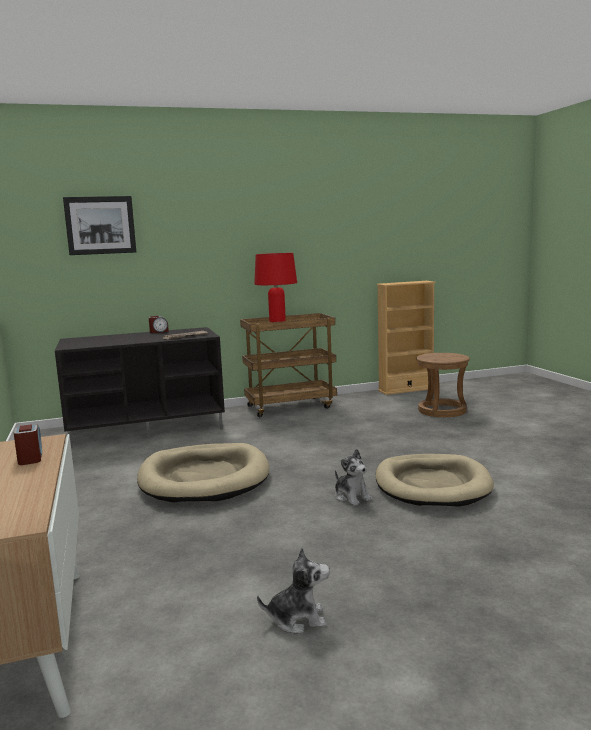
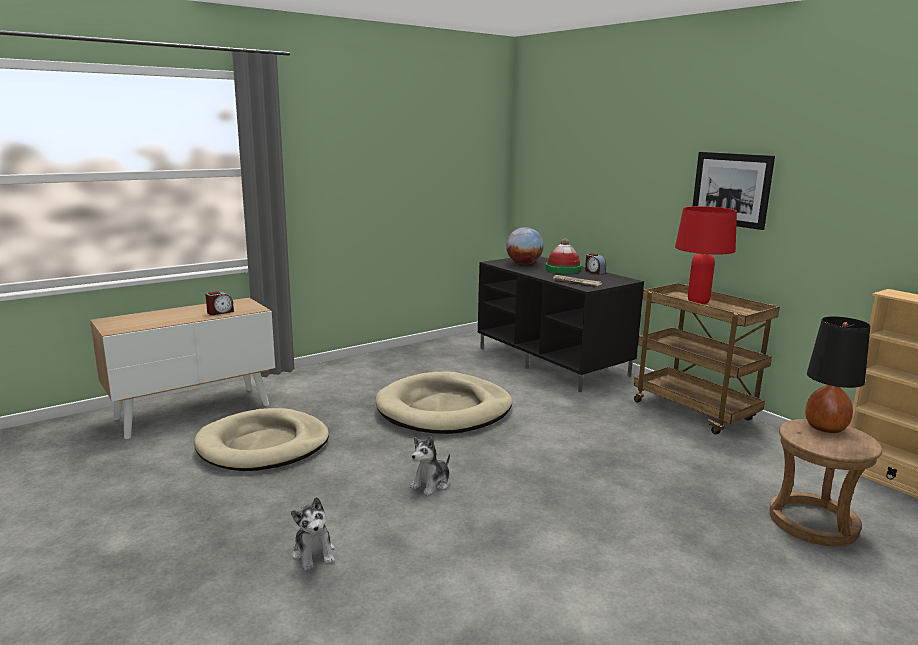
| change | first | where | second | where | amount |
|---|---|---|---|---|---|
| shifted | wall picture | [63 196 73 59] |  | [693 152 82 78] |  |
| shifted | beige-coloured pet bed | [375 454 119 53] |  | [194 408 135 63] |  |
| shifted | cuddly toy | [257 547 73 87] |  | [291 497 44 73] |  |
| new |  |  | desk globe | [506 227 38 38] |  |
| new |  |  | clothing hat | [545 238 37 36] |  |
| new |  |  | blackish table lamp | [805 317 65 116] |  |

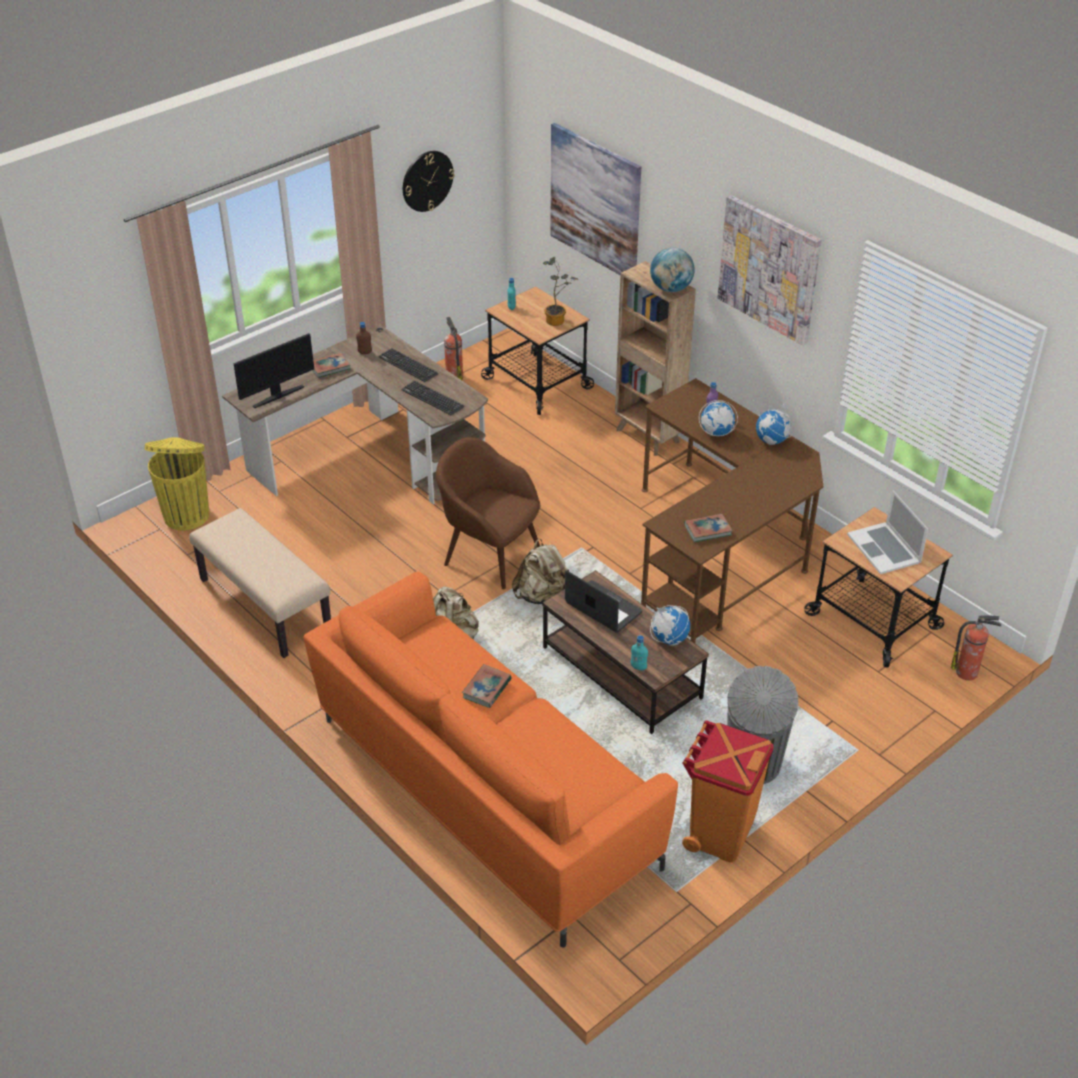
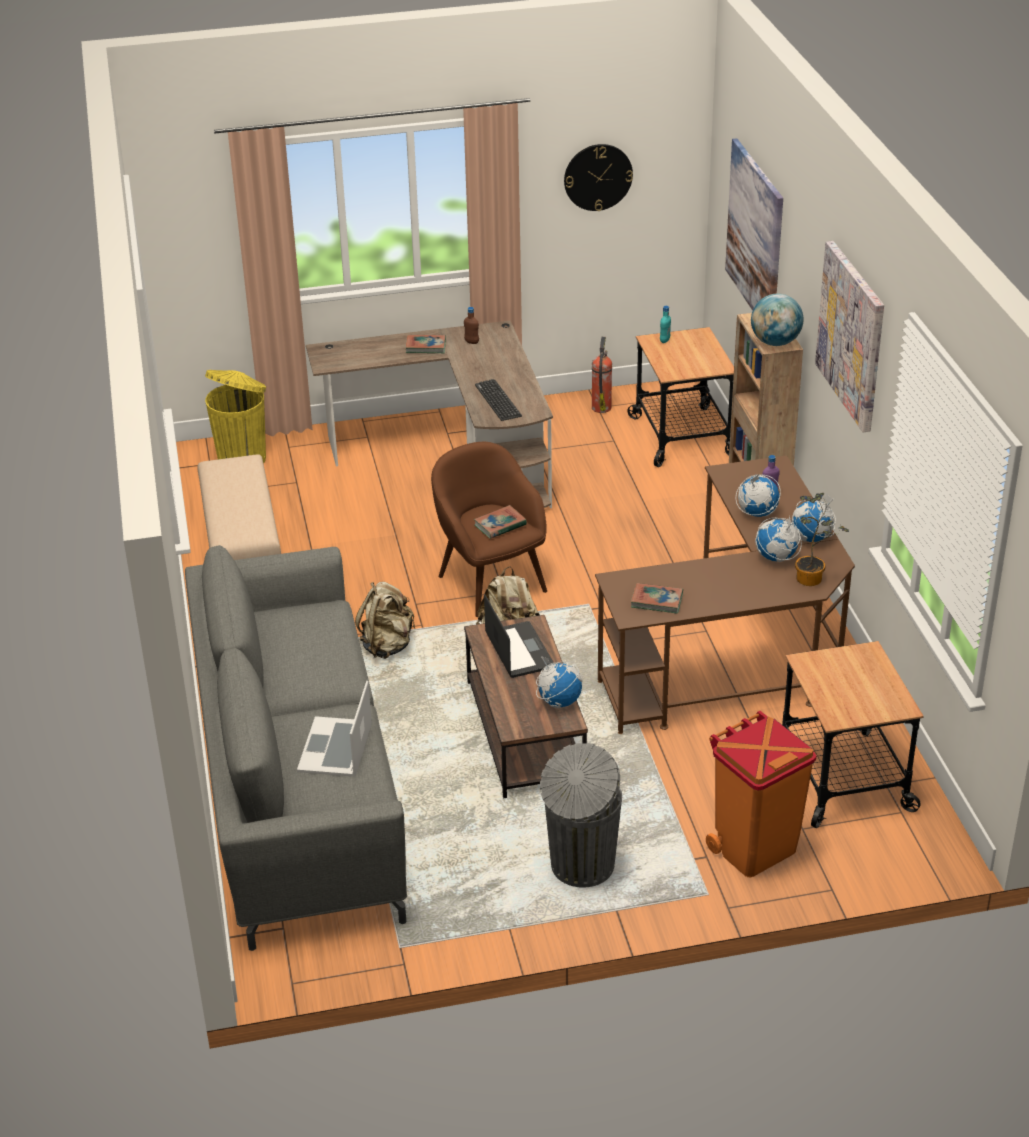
| change | first | where | second | where | amount |
|---|---|---|---|---|---|
| shifted | plant in a pot | [543 257 35 69] |  | [795 493 54 93] |  |
| gone | computer screen | [234 333 80 75] |  |  |  |
| gone | computer keyboard | [379 348 59 34] |  |  |  |
| shifted | notebook computer | [847 490 81 84] |  | [297 681 75 96] |  |
| repainted | orange couch | [304 571 374 377] | grey couch | [185 545 222 406] |  |
| gone | fire-fighting cylinder | [951 616 50 64] |  |  |  |
| gone | turquoise beverage bottle | [631 635 17 36] |  |  |  |
| shifted | bound book | [462 664 50 44] |  | [474 505 53 34] |  |
| shifted | orange trash can | [682 720 91 143] |  | [706 711 110 166] |  |
| new |  |  | desk globe | [755 515 47 47] |  |

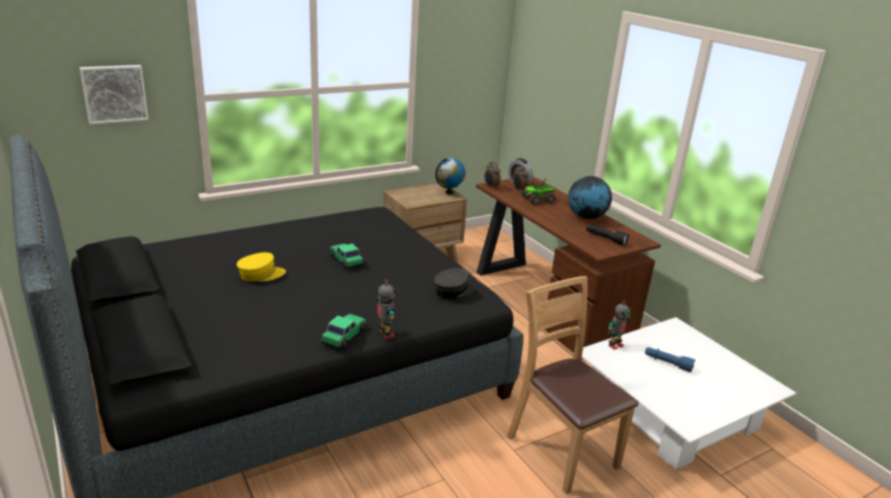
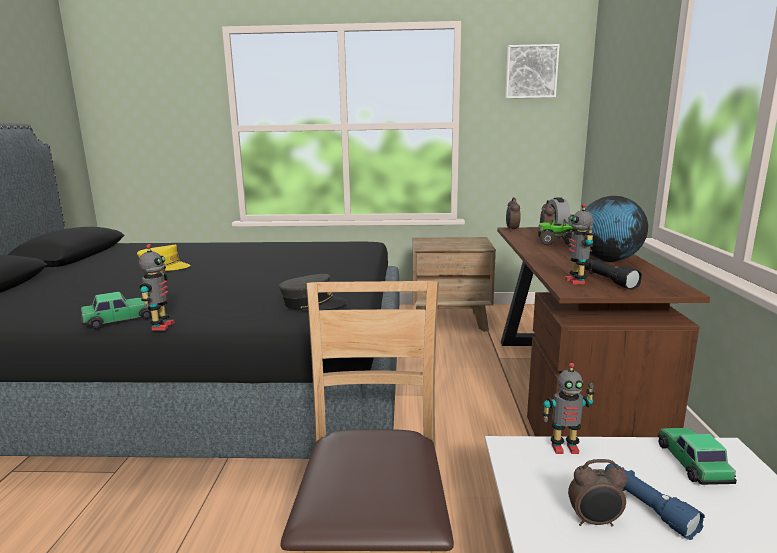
| change | first | where | second | where | amount |
|---|---|---|---|---|---|
| shifted | wall picture | [79 65 70 59] |  | [505 44 55 55] |  |
| gone | desk globe | [435 158 30 37] |  |  |  |
| shifted | model car | [329 244 35 25] |  | [658 428 79 57] |  |
| new |  |  | toy robot | [565 203 30 82] |  |
| new |  |  | bedside clock | [568 459 59 67] |  |

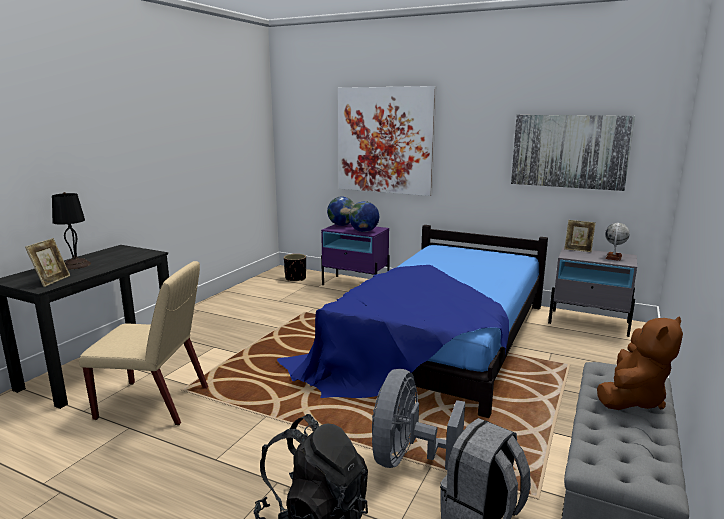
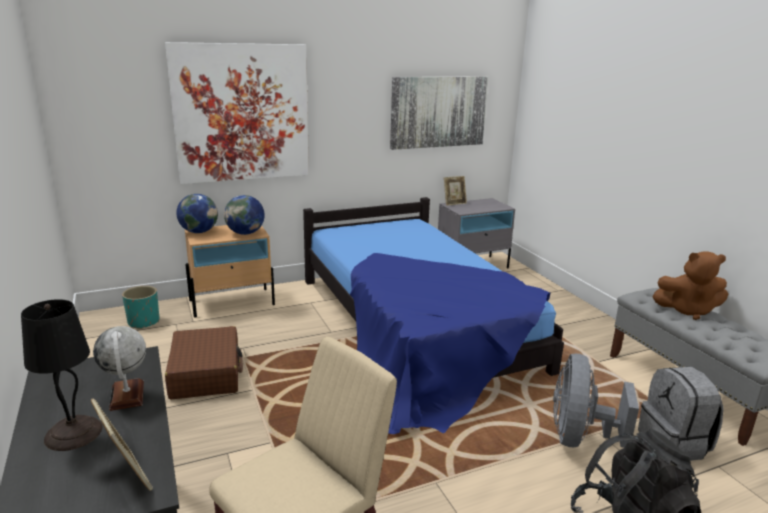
| change | first | where | second | where | amount |
|---|---|---|---|---|---|
| shifted | desk globe | [605 223 25 38] |  | [93 326 53 85] |  |
| repainted | purple night table | [321 224 69 61] | beige-coloured night table | [185 225 90 93] |  |
| repainted | blackish plant pot | [284 254 22 27] | turquoise plant pot | [122 286 37 43] |  |
| rotated | brown cuddly toy | [597 316 86 94] |  | [652 251 76 69] | 105 degrees clockwise |
| rotated | grey cooling fan | [372 369 93 101] |  | [553 354 86 94] | 45 degrees clockwise |
| new |  |  | brown piece of luggage | [165 326 78 73] |  |

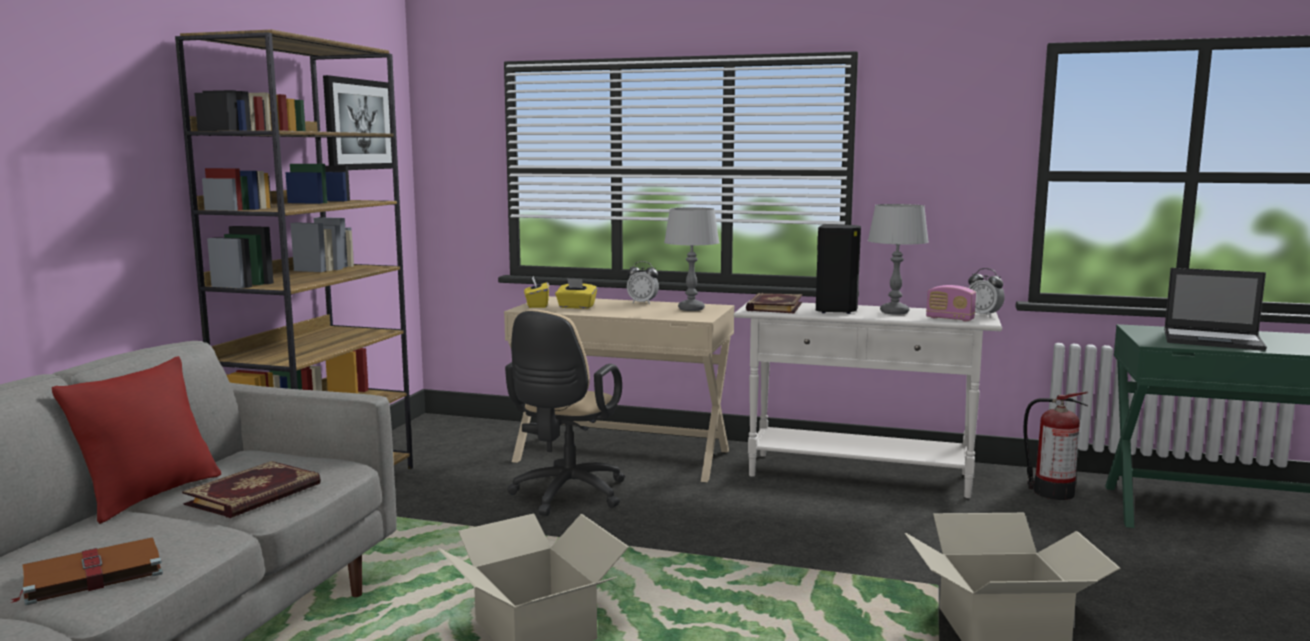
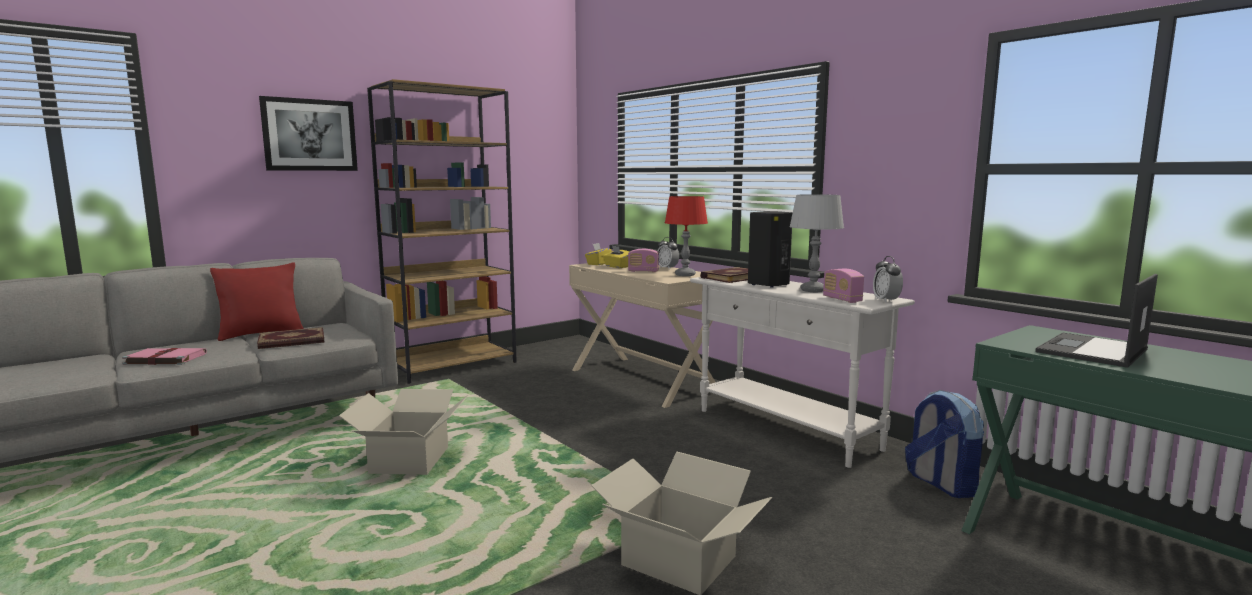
| change | first | where | second | where | amount |
|---|---|---|---|---|---|
| shifted | wall picture | [323 75 70 95] |  | [259 96 99 75] |  |
| repainted | grey table lamp | [664 207 56 104] | red table lamp | [665 196 43 80] |  |
| rotated | notebook computer | [1164 268 103 83] |  | [1036 274 122 94] | 75 degrees clockwise |
| gone | beige-coloured desk chair | [505 310 120 206] |  |  |  |
| swapped | fire-fighting cylinder | [1023 392 65 108] | backpack | [905 390 79 108] |  |
| repainted | brown bound book | [10 537 153 69] | pink-coloured bound book | [122 348 85 17] |  |
| new |  |  | radio | [628 249 31 23] |  |

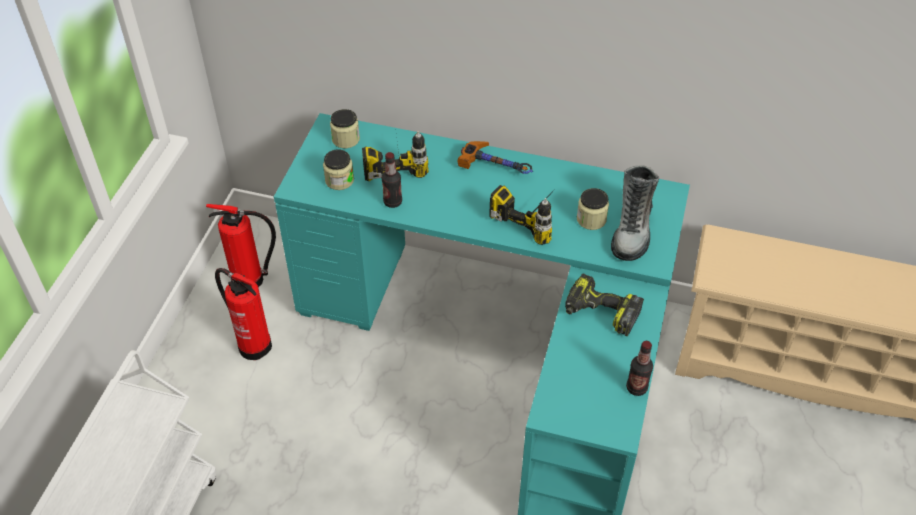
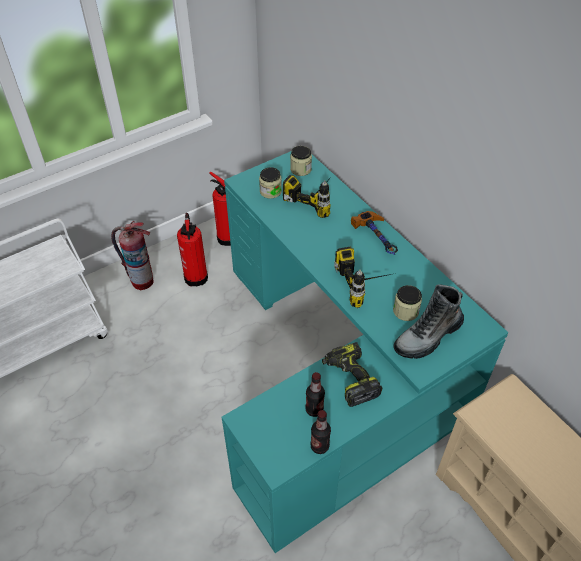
| change | first | where | second | where | amount |
|---|---|---|---|---|---|
| shifted | beverage bottle | [381 152 21 56] |  | [305 372 20 45] |  |
| new |  |  | fire-fighting cylinder | [111 221 43 69] |  |

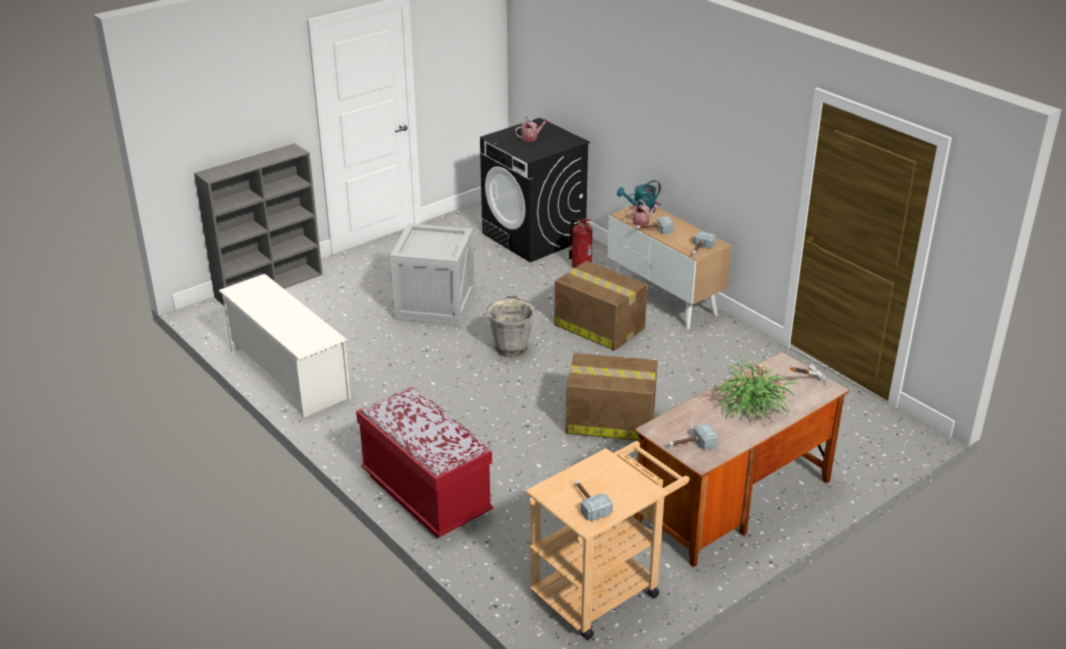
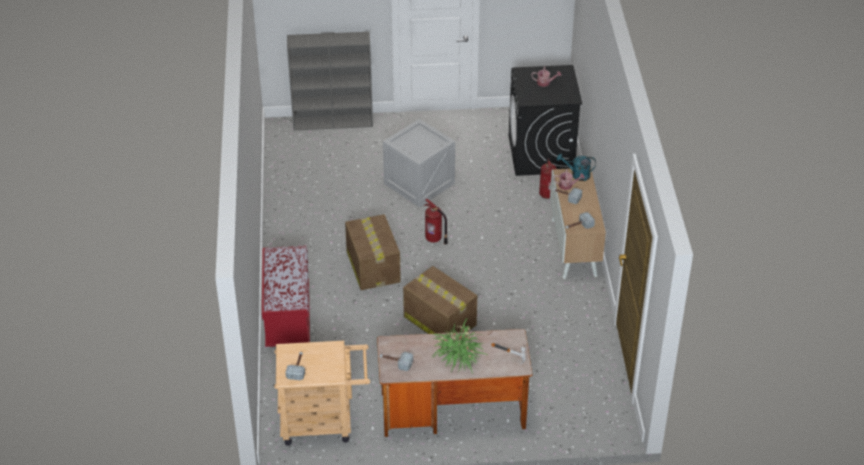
| change | first | where | second | where | amount |
|---|---|---|---|---|---|
| shifted | cardboard box | [554 261 93 90] |  | [345 214 56 76] |  |
| gone | white shoe stand | [218 274 133 144] |  |  |  |
| swapped | grey pail | [486 296 51 61] | fire-fighting cylinder | [424 199 24 46] |  |

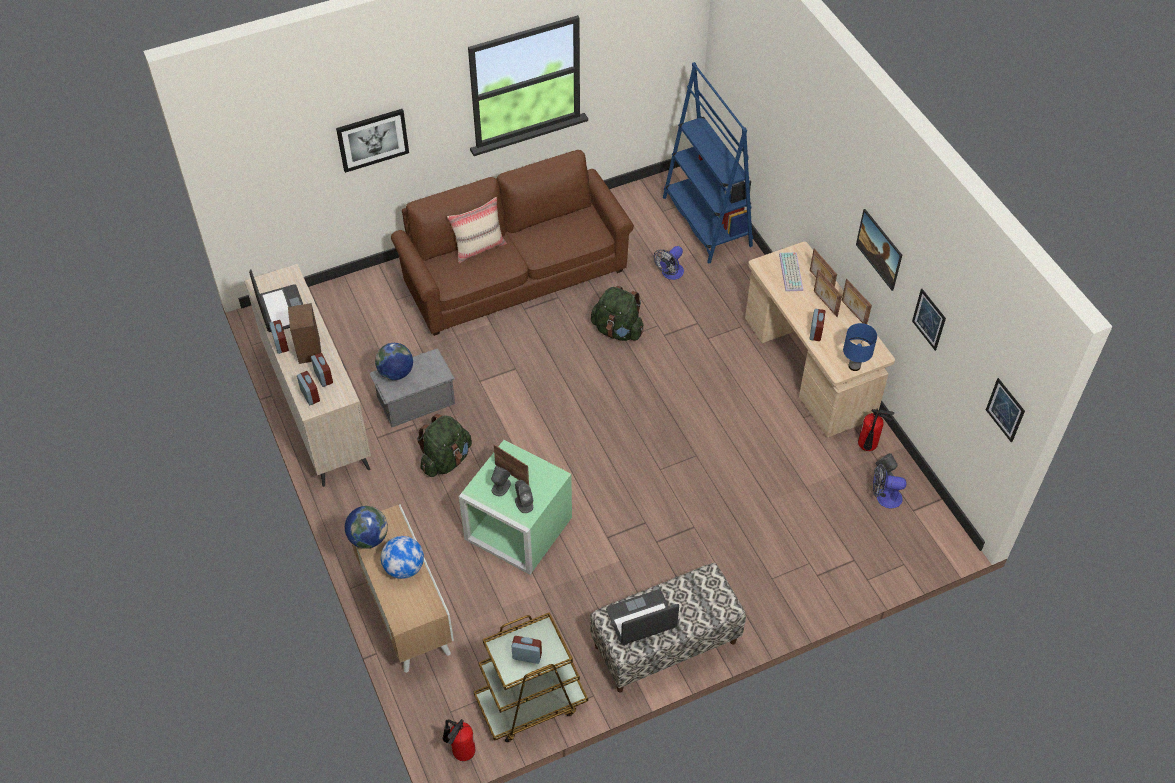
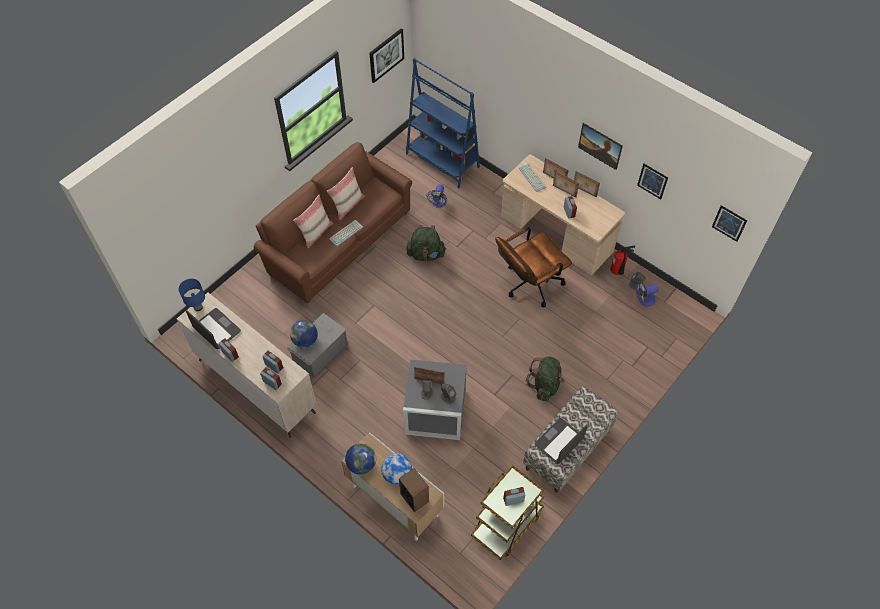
| change | first | where | second | where | amount |
|---|---|---|---|---|---|
| shifted | wall picture | [336 109 73 64] |  | [369 28 35 55] |  |
| shifted | audio speaker | [288 303 33 61] |  | [399 468 30 44] |  |
| shifted | blue-coloured table lamp | [843 323 34 48] |  | [179 279 26 32] |  |
| shifted | green backpack | [417 414 55 63] |  | [526 356 39 45] |  |
| repainted | green storage container | [459 440 113 135] | grey storage container | [403 360 64 80] |  |
| gone | fire-fighting cylinder | [443 719 32 42] |  |  |  |
| new |  |  | beige-coloured throw pillow | [327 167 38 53] |  |
| new |  |  | computer keyboard | [329 220 34 26] |  |
| new |  |  | brown desk chair | [495 227 77 80] |  |

